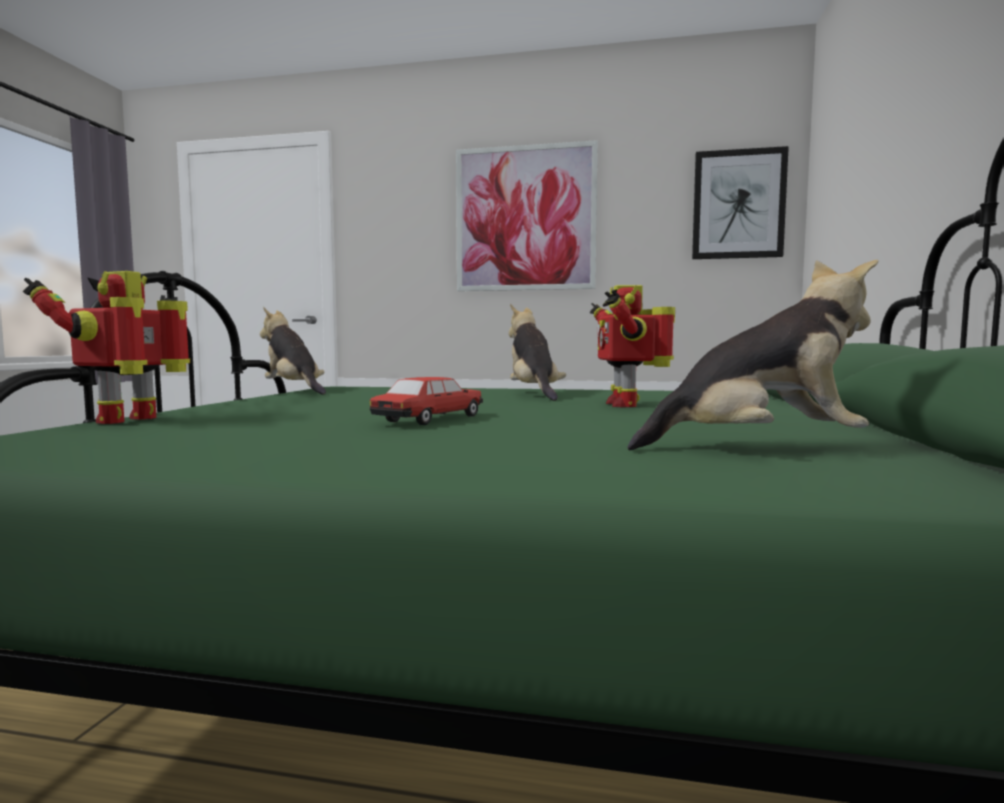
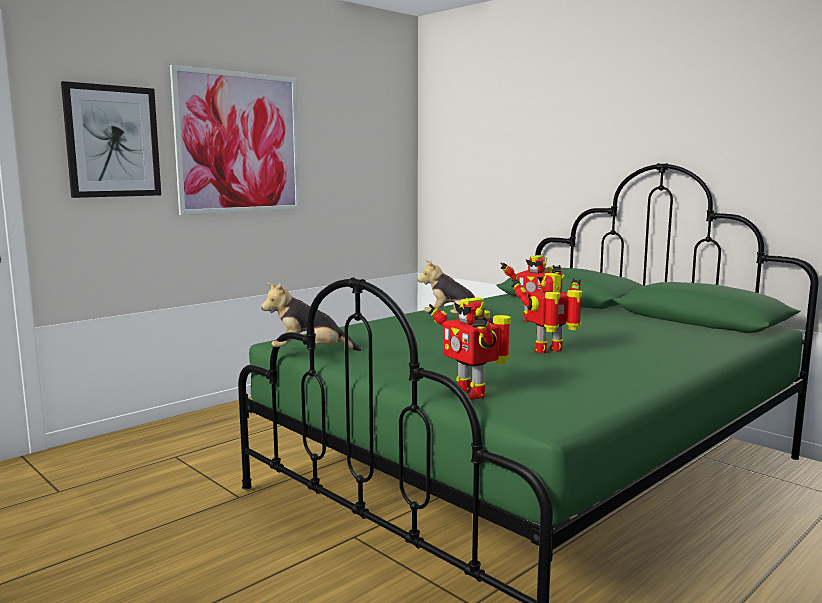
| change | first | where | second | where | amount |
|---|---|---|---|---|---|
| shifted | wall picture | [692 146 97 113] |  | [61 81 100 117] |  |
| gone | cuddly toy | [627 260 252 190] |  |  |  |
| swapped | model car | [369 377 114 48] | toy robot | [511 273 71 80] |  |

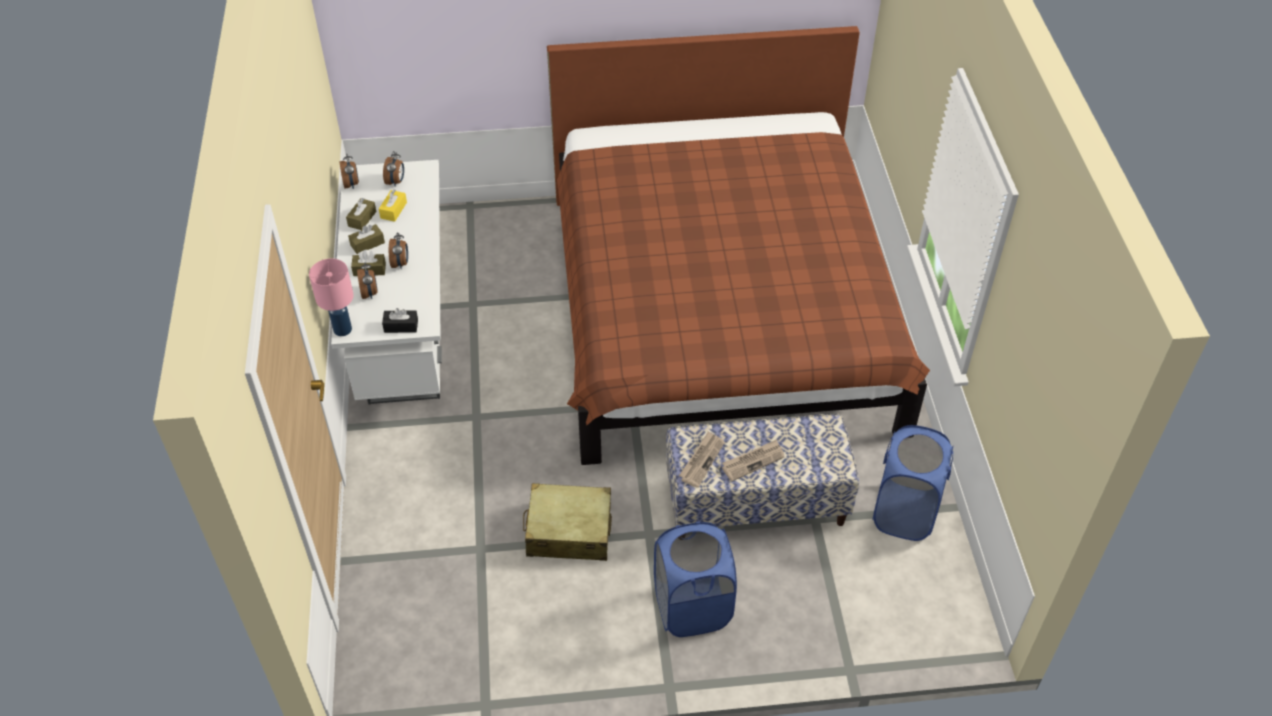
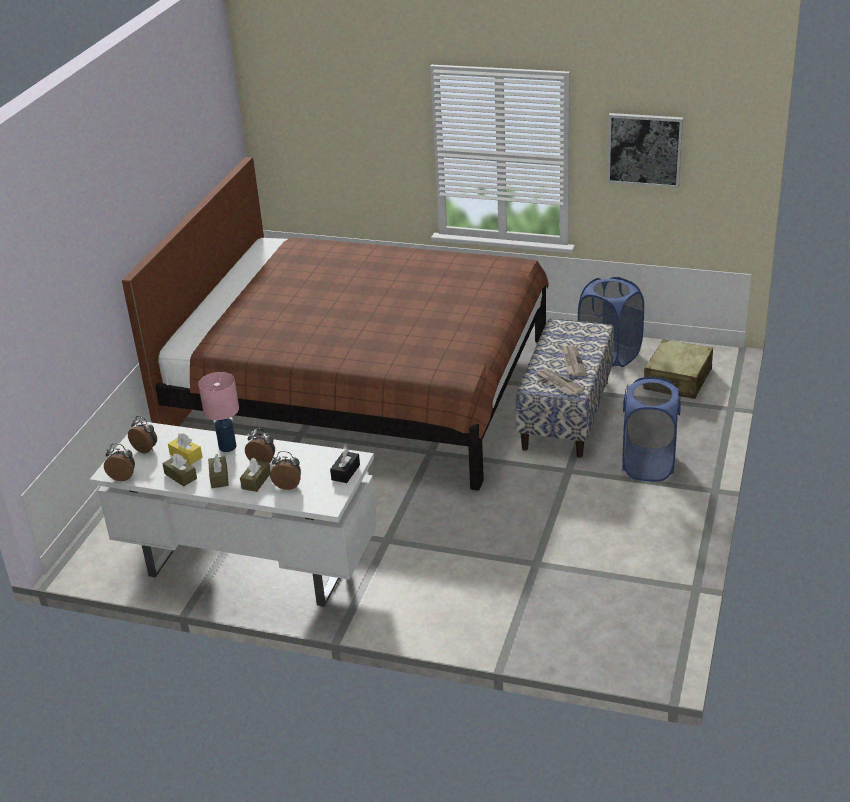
| change | first | where | second | where | amount |
|---|---|---|---|---|---|
| shifted | pink-coloured table lamp | [309 258 45 78] |  | [198 372 41 80] |  |
| shifted | beige-coloured piece of luggage | [523 483 89 78] |  | [644 339 69 60] |  |
| new |  |  | wall picture | [607 113 76 75] |  |

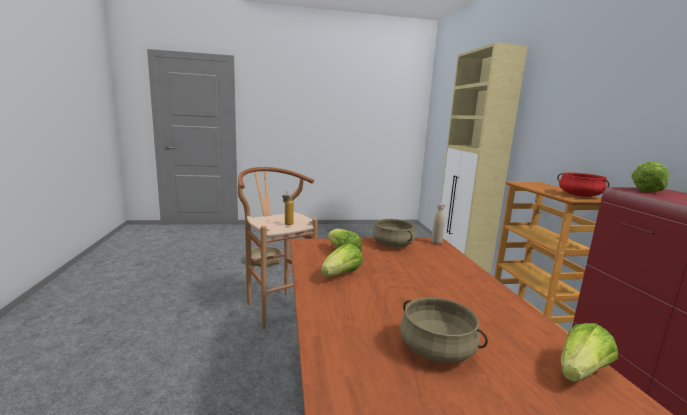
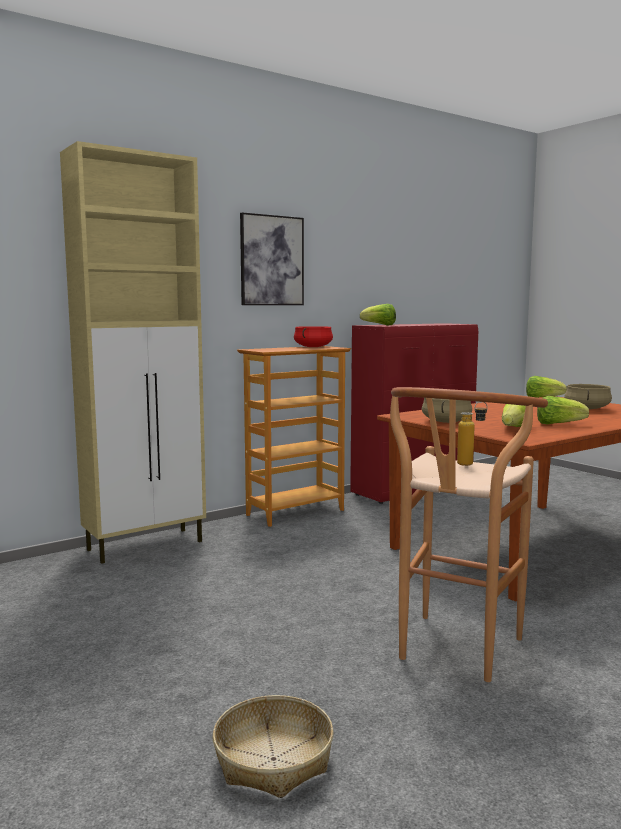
| change | first | where | second | where | amount |
|---|---|---|---|---|---|
| gone | beige-coloured beverage bottle | [431 203 14 42] |  |  |  |
| new |  |  | wall picture | [240 212 64 93] |  |

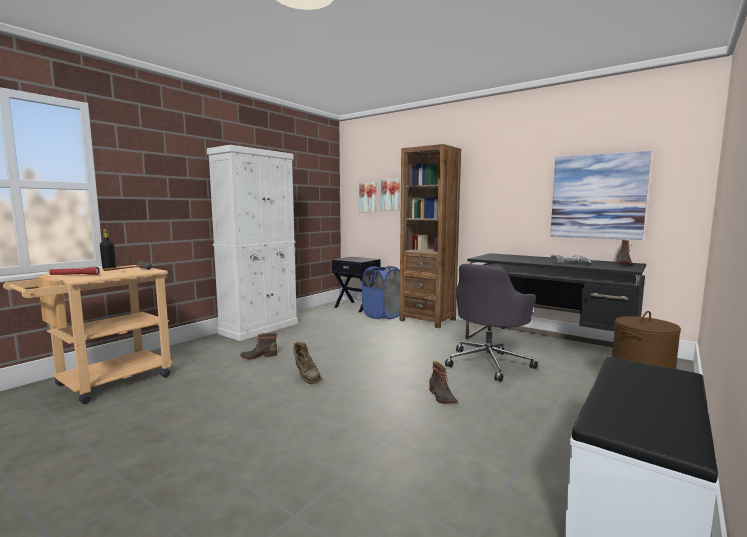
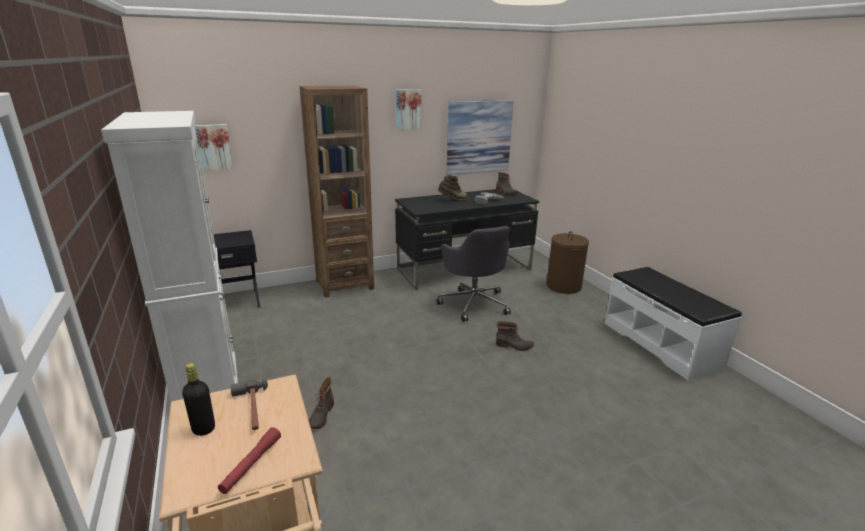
| change | first | where | second | where | amount |
|---|---|---|---|---|---|
| shifted | wall picture | [381 179 19 31] |  | [396 89 25 41] |  |
| gone | blue-coloured washing basket | [362 266 38 53] |  |  |  |
| shifted | brown tall boot | [293 342 29 42] |  | [438 175 30 26] |  |

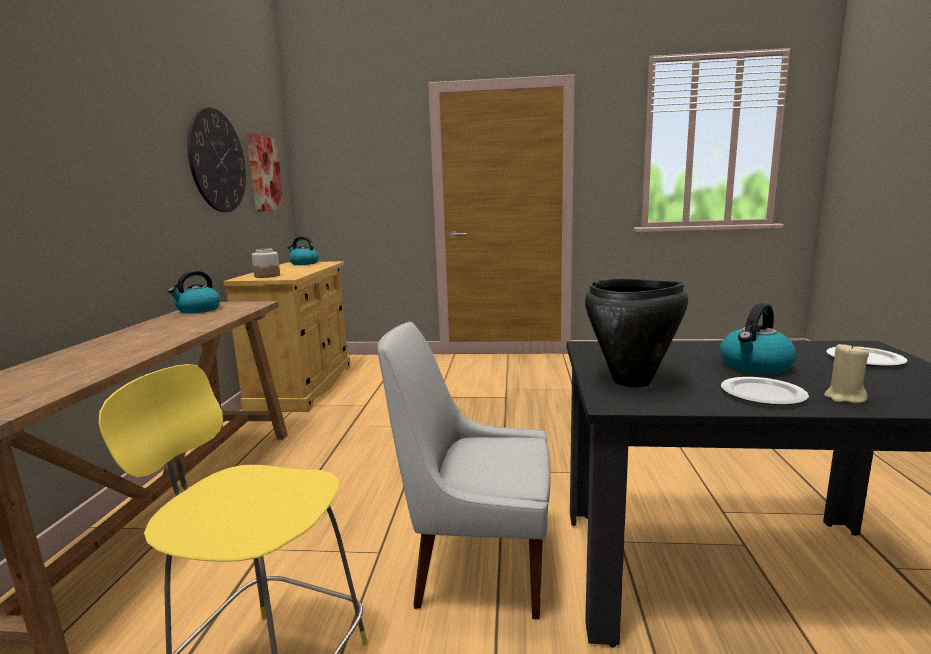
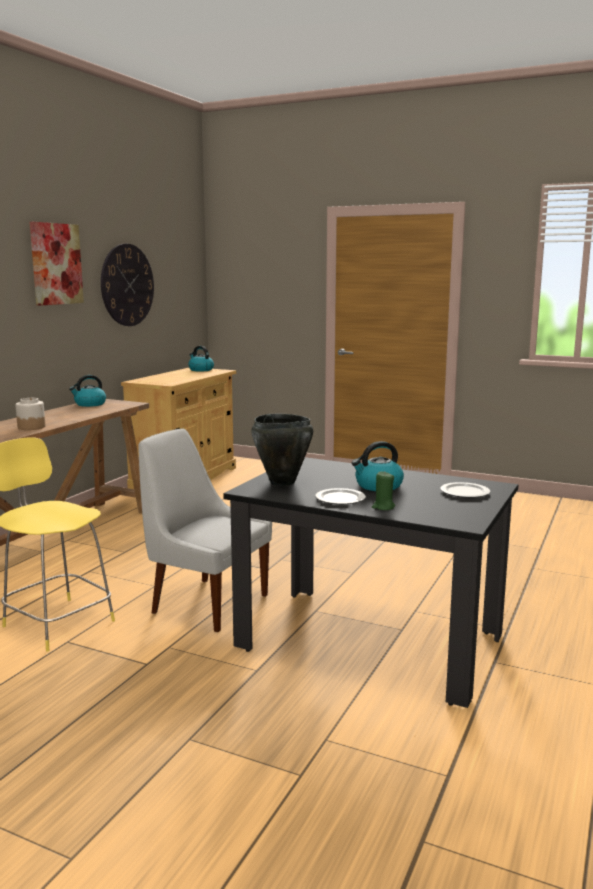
| change | first | where | second | where | amount |
|---|---|---|---|---|---|
| shifted | wall picture | [246 133 38 79] |  | [29 222 55 84] |  |
| shifted | storage jar | [252 249 28 29] |  | [16 398 29 32] |  |
| repainted | beige-coloured wax light | [824 343 45 60] | green wax light | [372 471 23 39] |  |

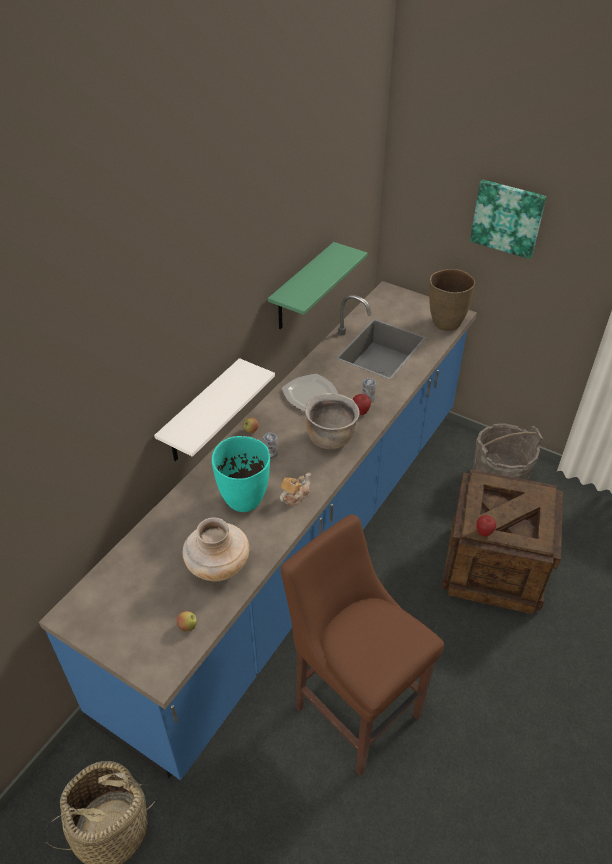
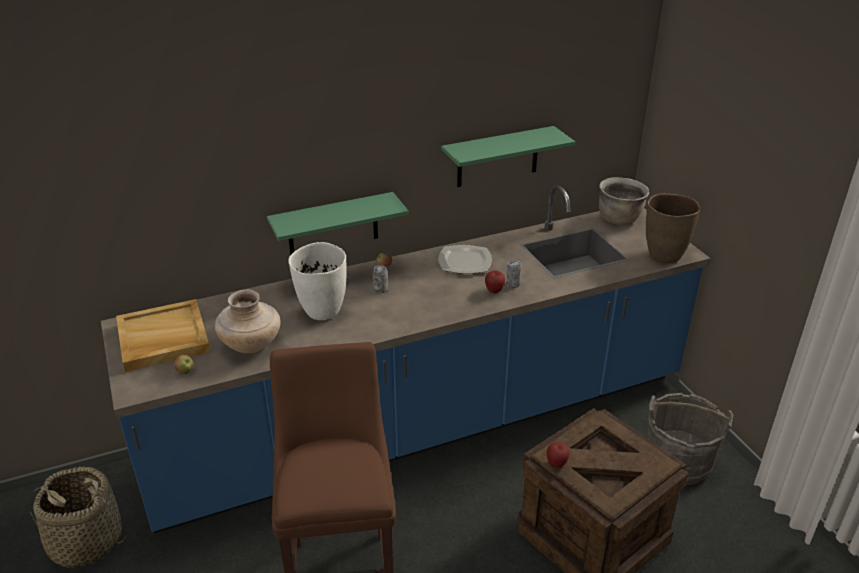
| change | first | where | second | where | amount |
|---|---|---|---|---|---|
| gone | wall picture | [470 180 77 79] |  |  |  |
| repainted | white shelf | [154 358 121 103] | green shelf | [267 192 142 63] |  |
| shifted | brown saucepot | [305 393 55 56] |  | [599 177 50 48] |  |
| repainted | turquoise decorative vase | [212 436 58 76] | white decorative vase | [288 242 58 78] |  |
| gone | pot for tea | [280 473 31 33] |  |  |  |
| new |  |  | beige-coloured carrying tray | [116 299 95 73] |  |

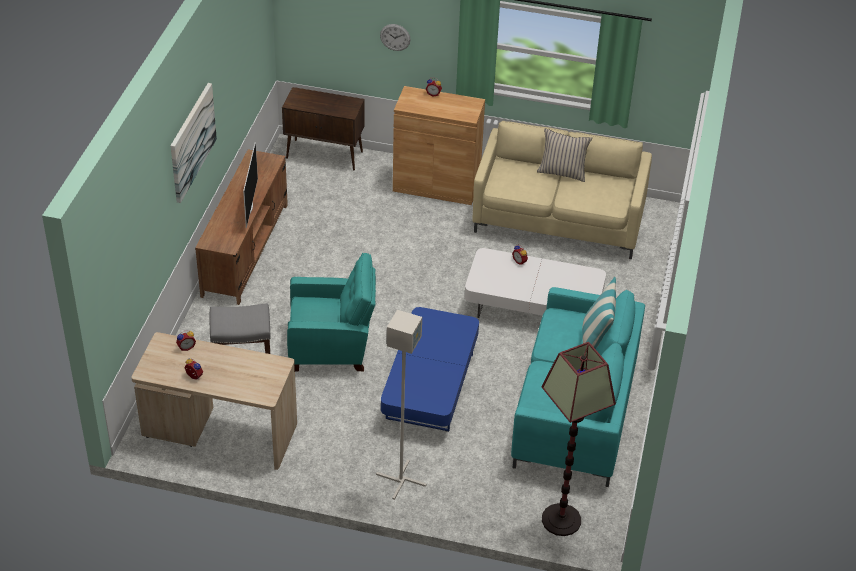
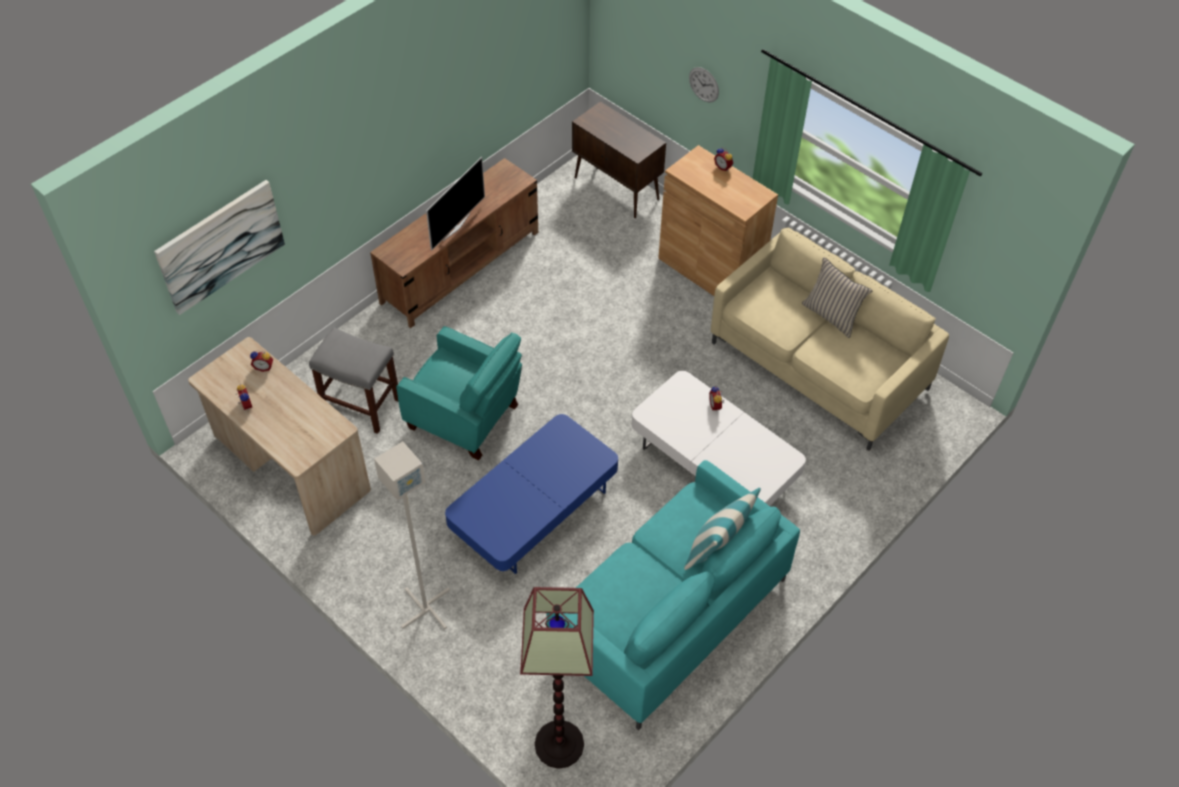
| change | first | where | second | where | amount |
|---|---|---|---|---|---|
| shifted | wall picture | [170 83 47 120] |  | [154 180 131 135] |  |

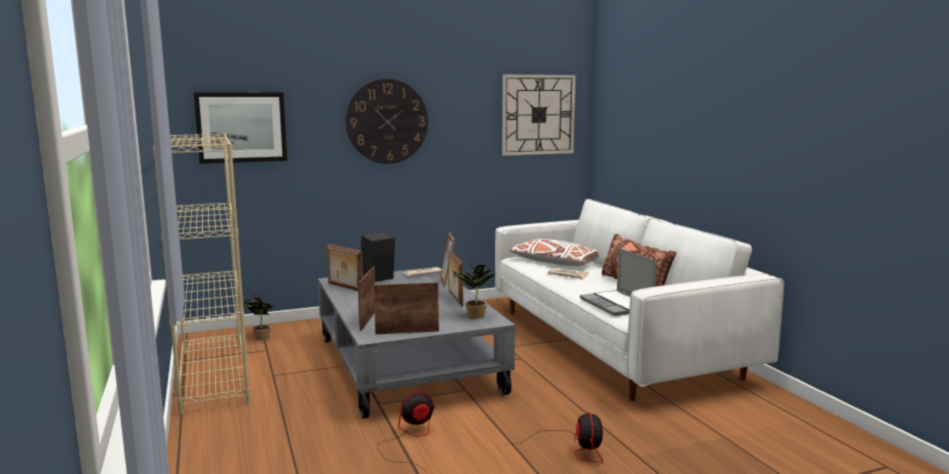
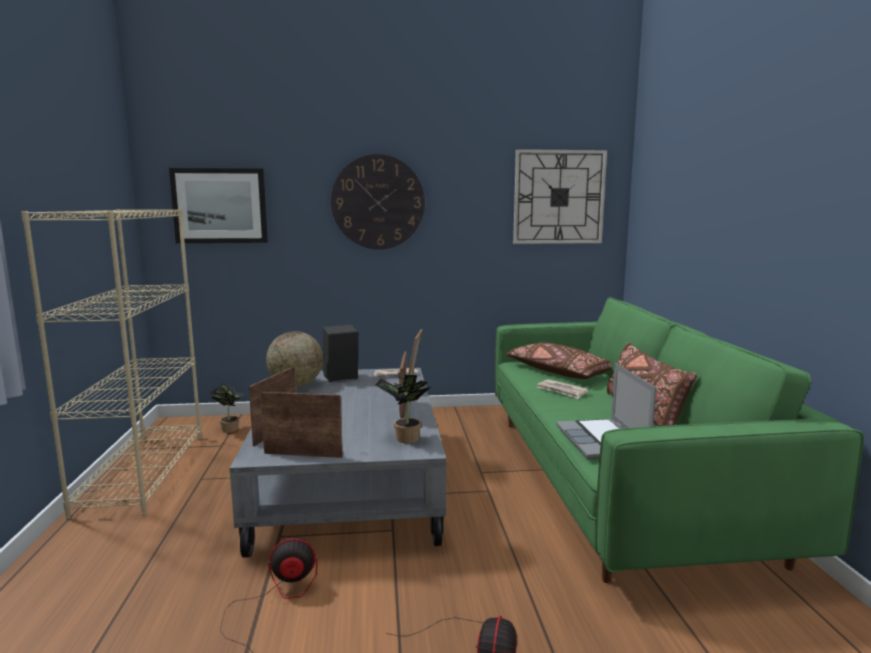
| change | first | where | second | where | amount |
|---|---|---|---|---|---|
| repainted | white couch | [495 199 289 202] | green couch | [495 297 369 286] |  |
| repainted | white throw pillow | [510 239 89 27] | brown throw pillow | [506 342 105 37] |  |
| swapped | standing frame | [327 244 36 47] | desk globe | [266 331 57 56] |  |

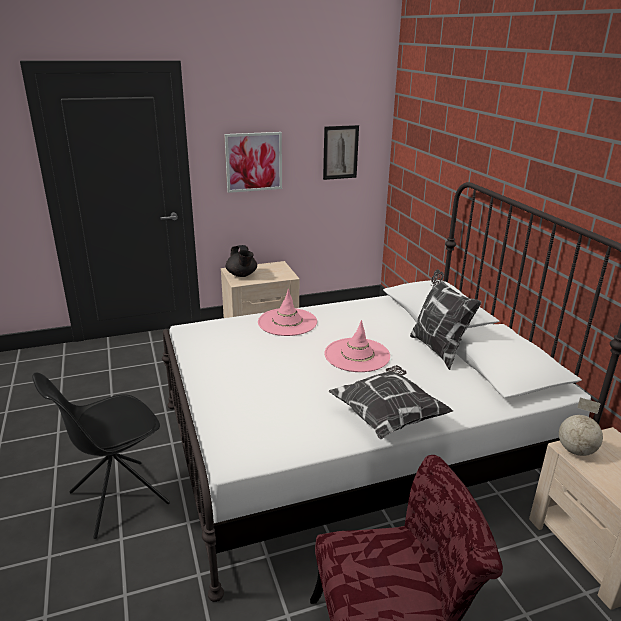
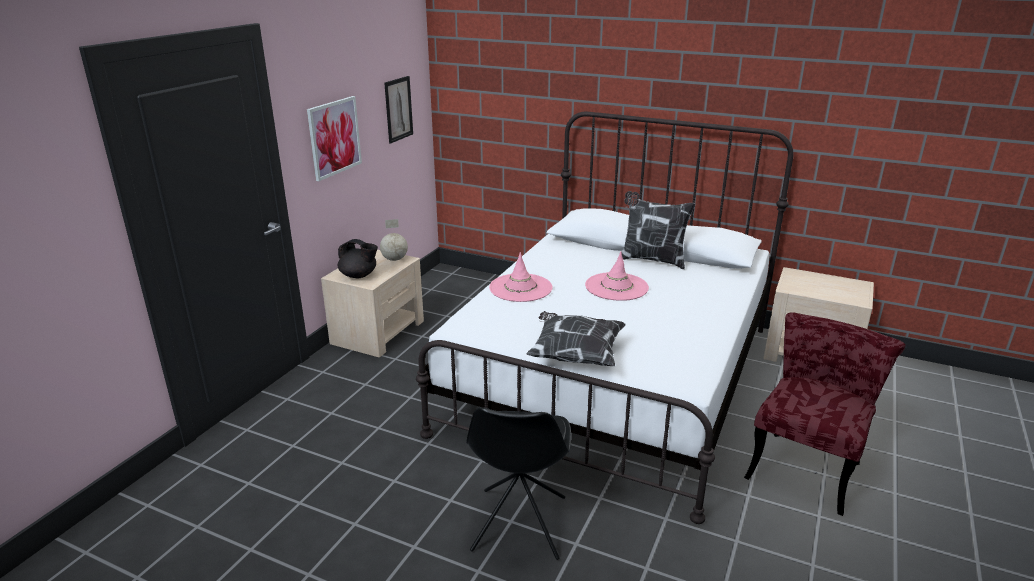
| change | first | where | second | where | amount |
|---|---|---|---|---|---|
| shifted | throw pillow | [329 365 124 74] |  | [526 311 100 55] |  |
| shifted | desk globe | [559 398 44 58] |  | [380 219 28 42] |  |

